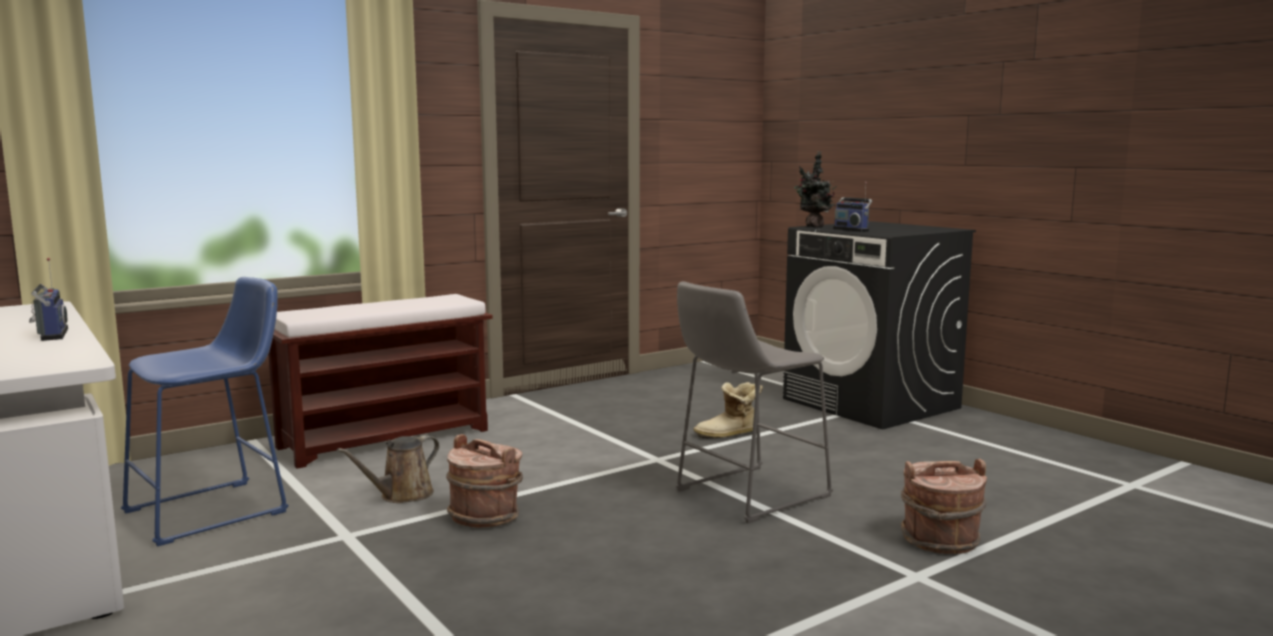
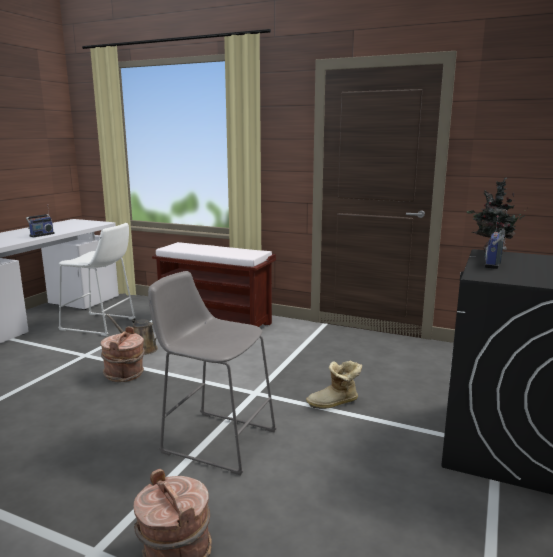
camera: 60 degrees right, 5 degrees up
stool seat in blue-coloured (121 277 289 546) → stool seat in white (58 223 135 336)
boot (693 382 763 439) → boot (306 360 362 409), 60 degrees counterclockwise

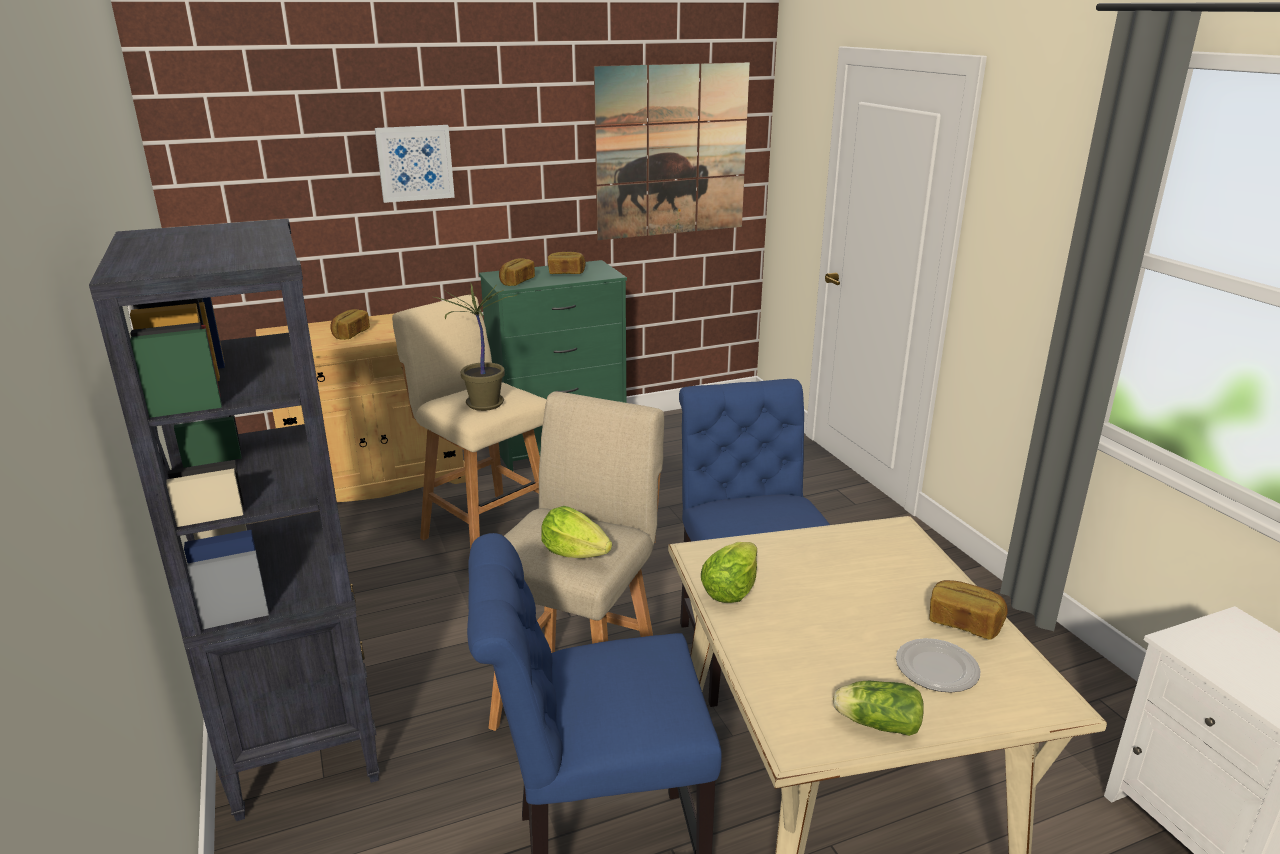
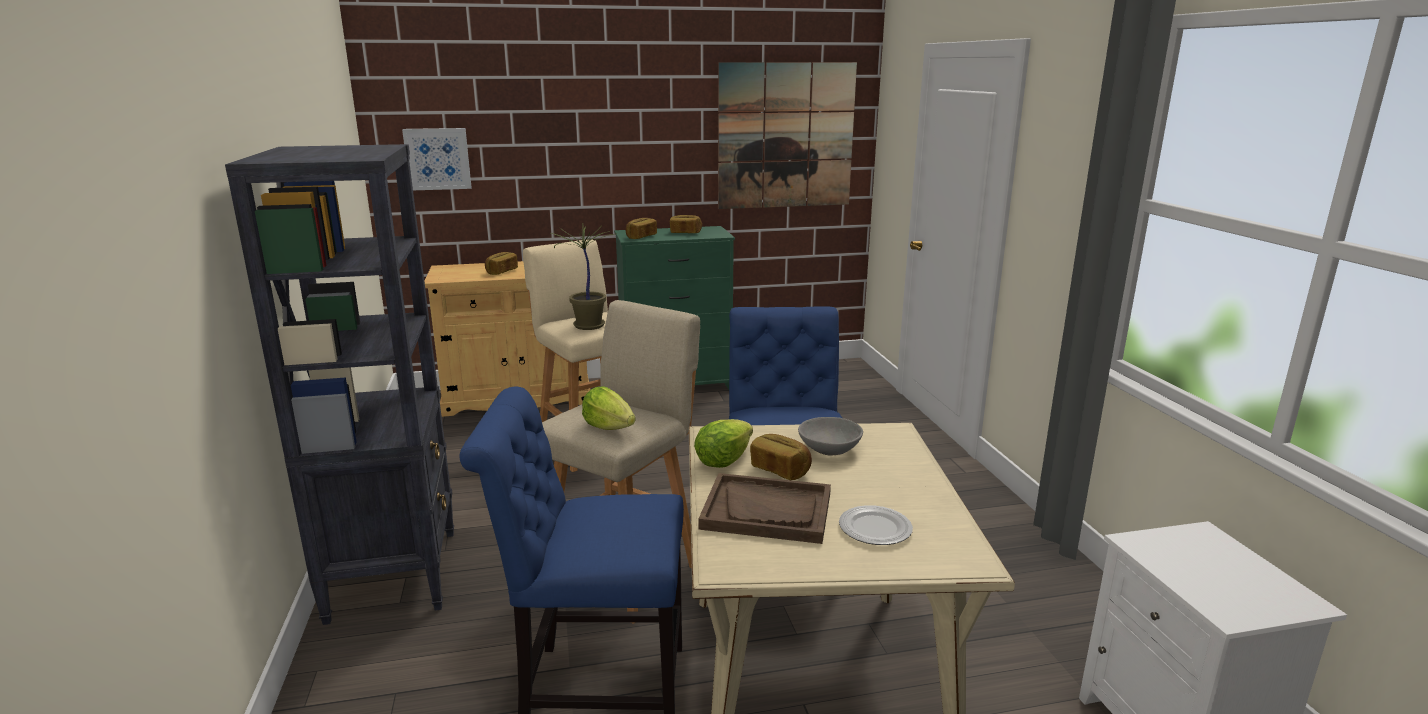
camera: 10 degrees right, 5 degrees down
lettuce head (833 681 923 736) → -
- → tray in brown-coloured (698 473 831 544)
- → bowl in greyish (798 417 863 456)
picture (375 125 455 203) → picture (402 128 472 190), move
bread (929 580 1008 640) → bread (750 434 812 480), move

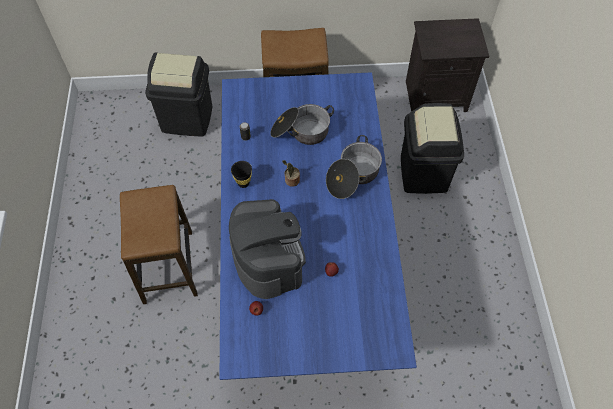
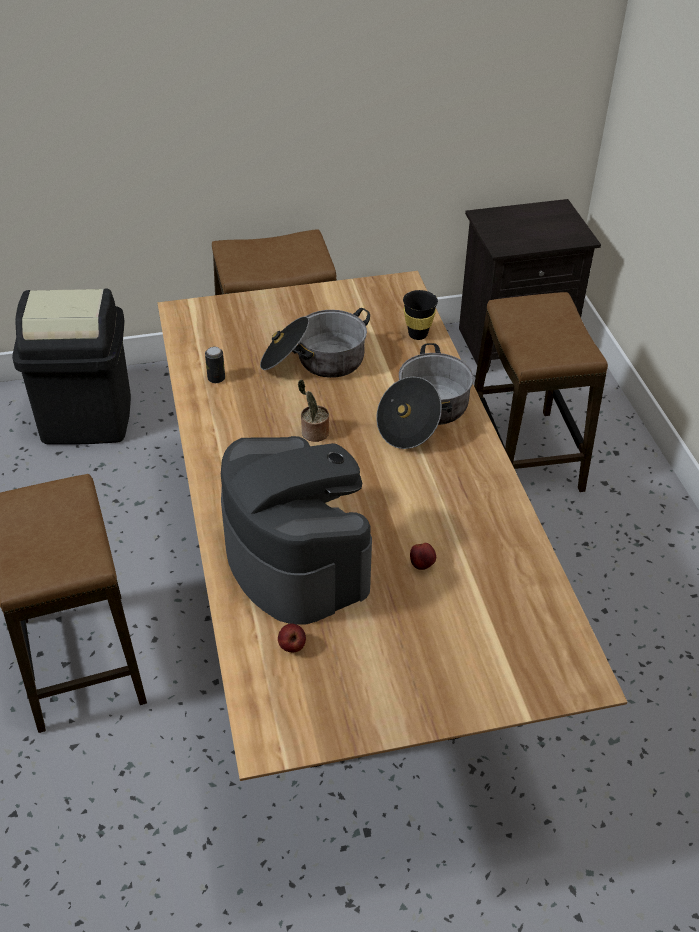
camera: 10 degrees left, 15 degrees down
small cup in black (231 161 252 188) → small cup in black (403 290 438 340), move
rubbish bin in black (401 103 464 194) → stool seat (474 292 608 492)
dinner table in blue-coloured (219 72 417 380) → dinner table in brown-coloured (158 271 627 781)

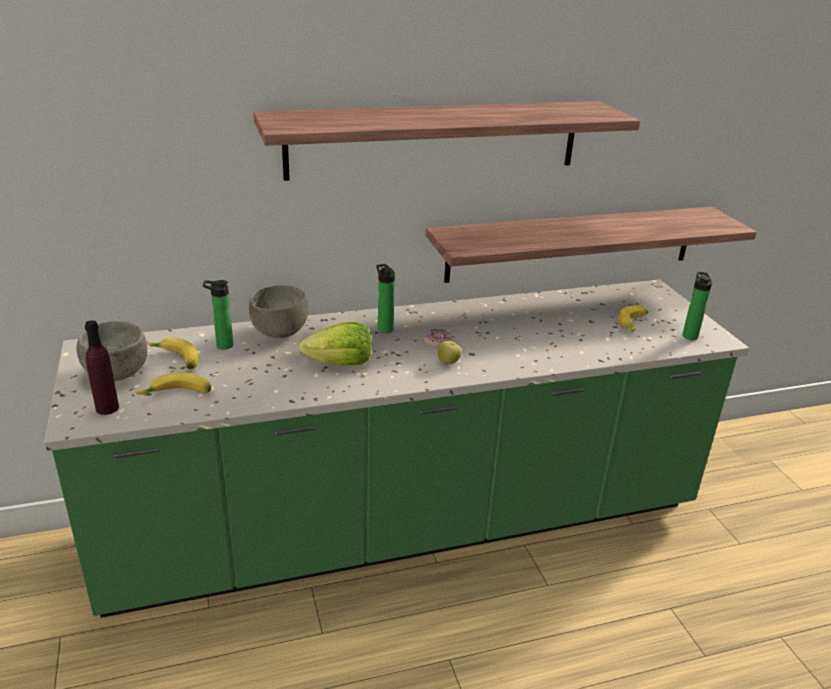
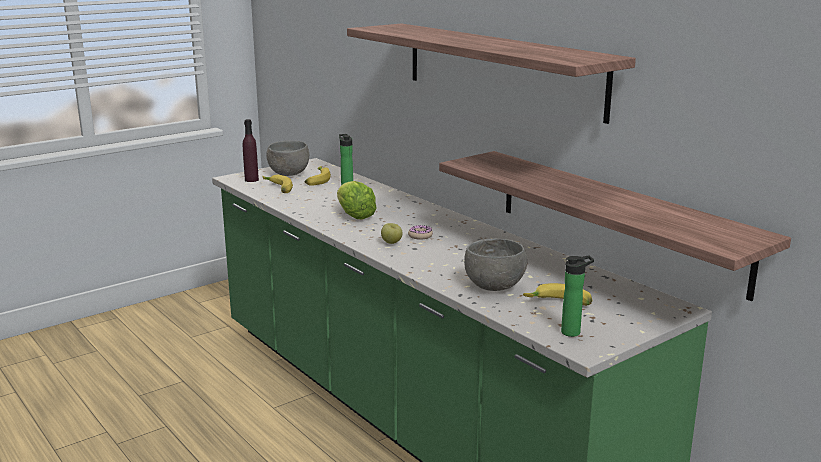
camera: 70 degrees right, 10 degrees down
bottle (376 264 395 333) → -
bowl in greyish (249 285 309 338) → bowl in greyish (464 239 527 291), move

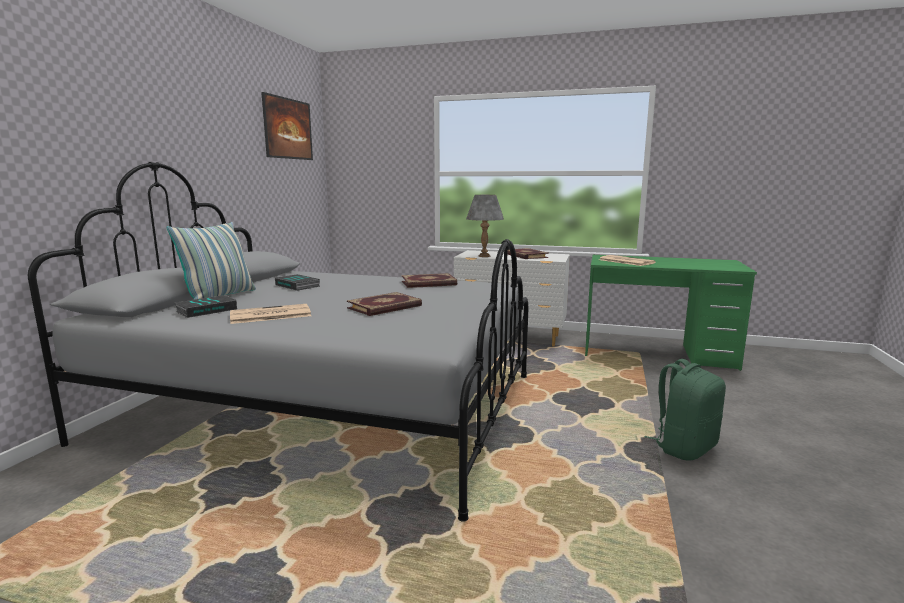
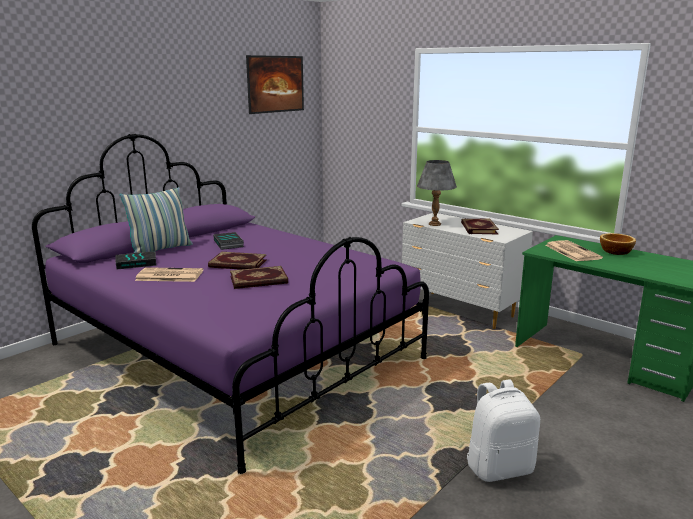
camera: 25 degrees right, 5 degrees up
- → bowl (600 233 636 255)
book (402 273 457 288) → book (208 252 267 270), move
bedroom bed in greyish (28 162 528 522) → bedroom bed in purplish (32 134 429 474)
knapsack in greenish (644 359 726 460) → knapsack in white (467 380 540 482)

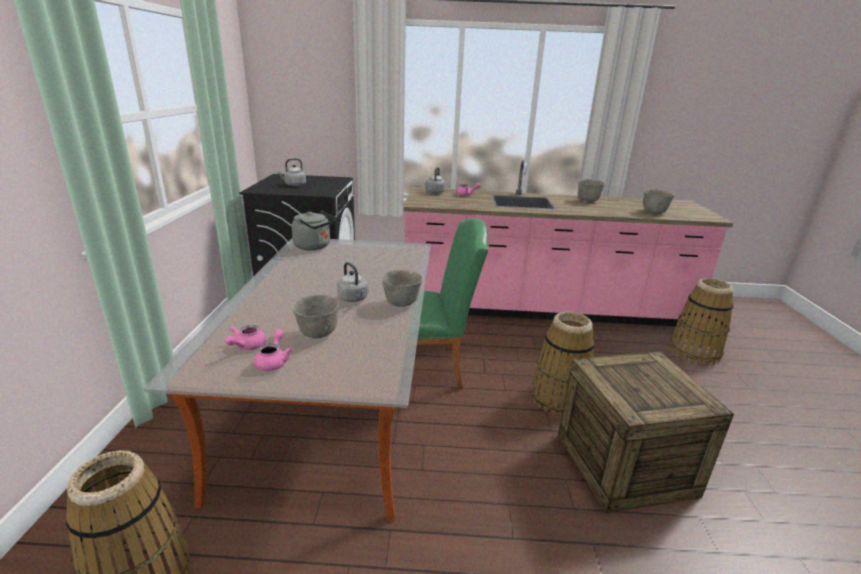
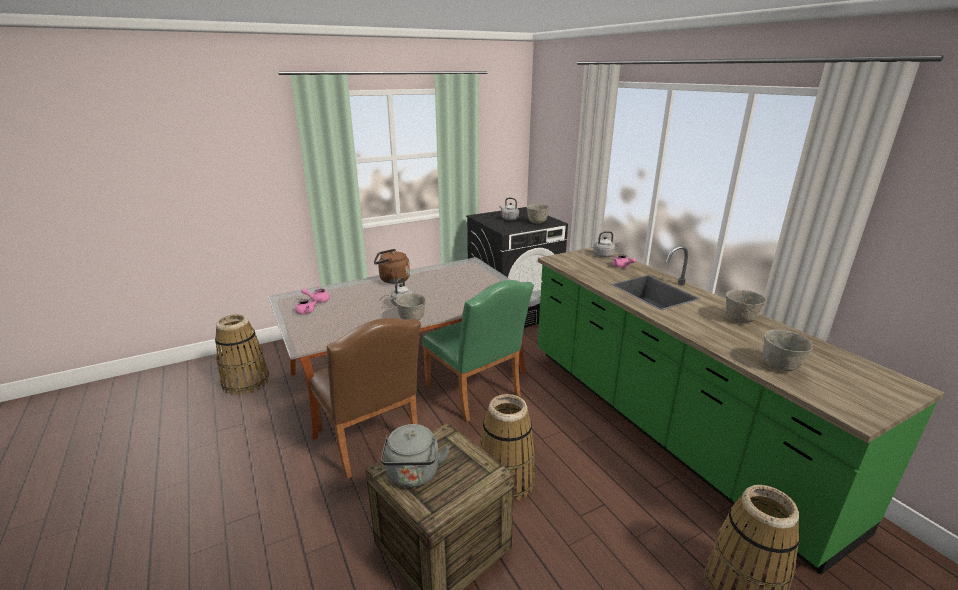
camera: 60 degrees right, 0 degrees up
- → chair in brown-coloured (309 318 421 479)
- → water kettle in brown-coloured (374 249 410 284)
water kettle in greyish (291 211 337 250) → water kettle in greyish (381 424 450 488), move
bowl in greyish (292 295 339 338) → bowl in greyish (526 204 550 224), move
counter in pink-coloured (404 160 733 327) → counter in greenish (538 246 944 575)

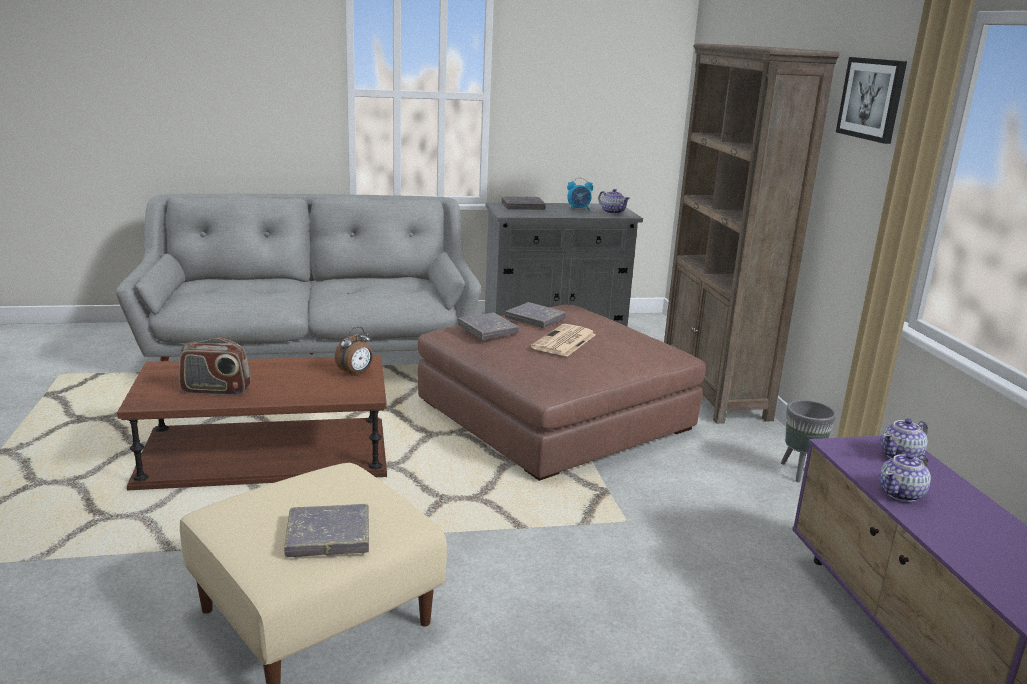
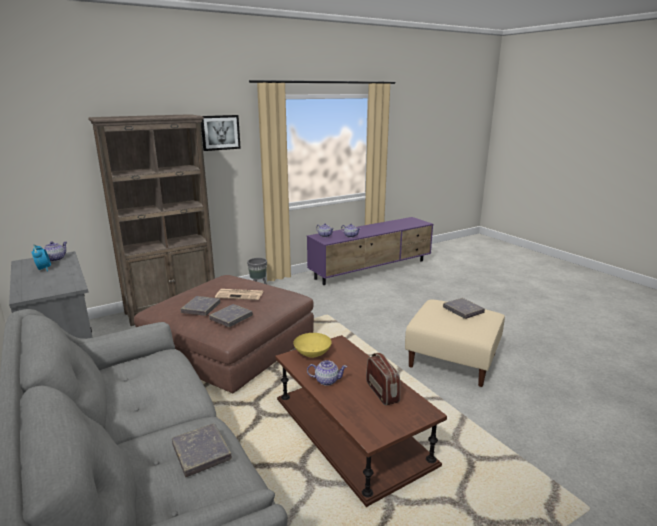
camera: 110 degrees left, 0 degrees up
- → pot for tea (307 360 347 386)
book in greyish (501 197 546 210) → book in greyish (172 423 232 477), move
bedside clock (335 327 373 376) → bowl in yellow-coloured (293 333 332 358)

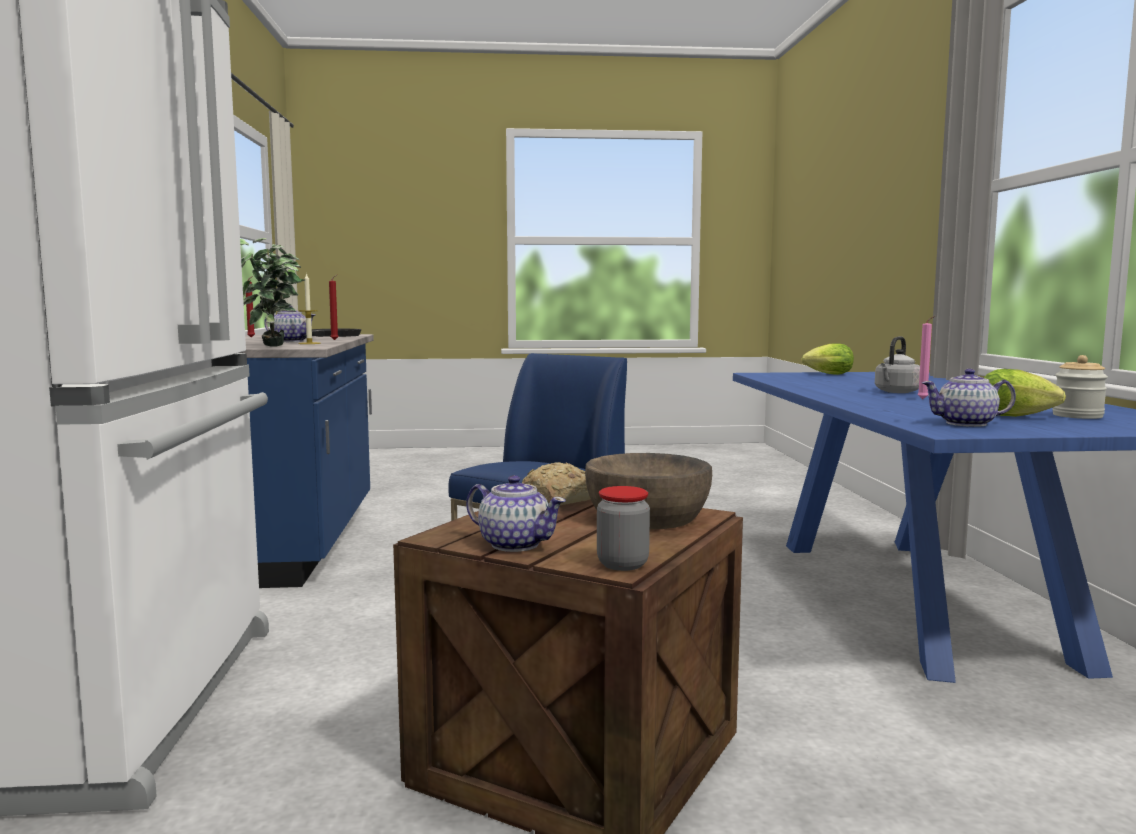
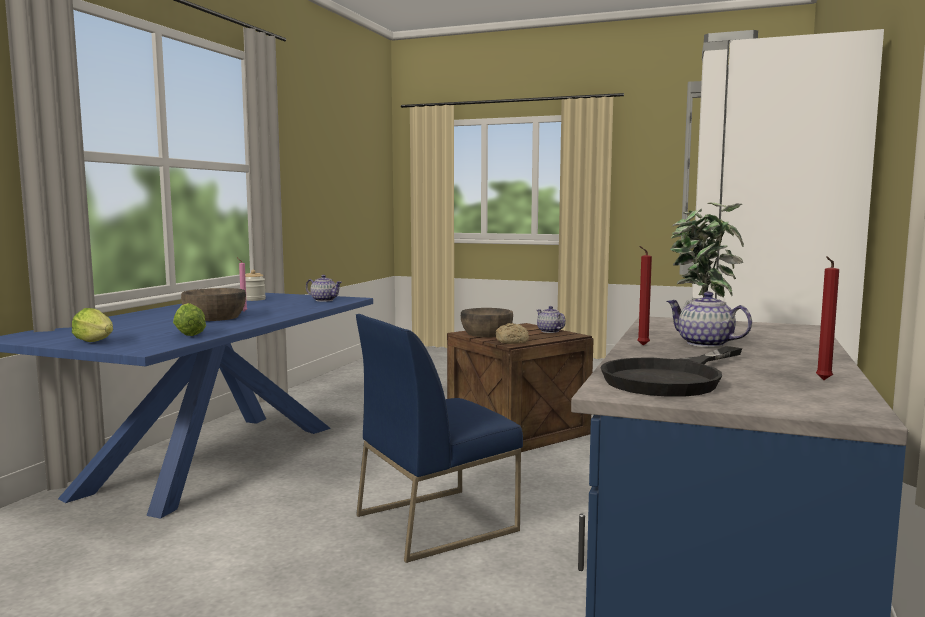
camera: 155 degrees left, 0 degrees up
wax light (298 273 321 344) → -
jar (597 486 650 571) → -
lettuce head (984 369 1066 417) → lettuce head (173 303 206 336), move
water kettle in greyish (875 336 920 393) → bowl in brown-coloured (181 288 246 321)

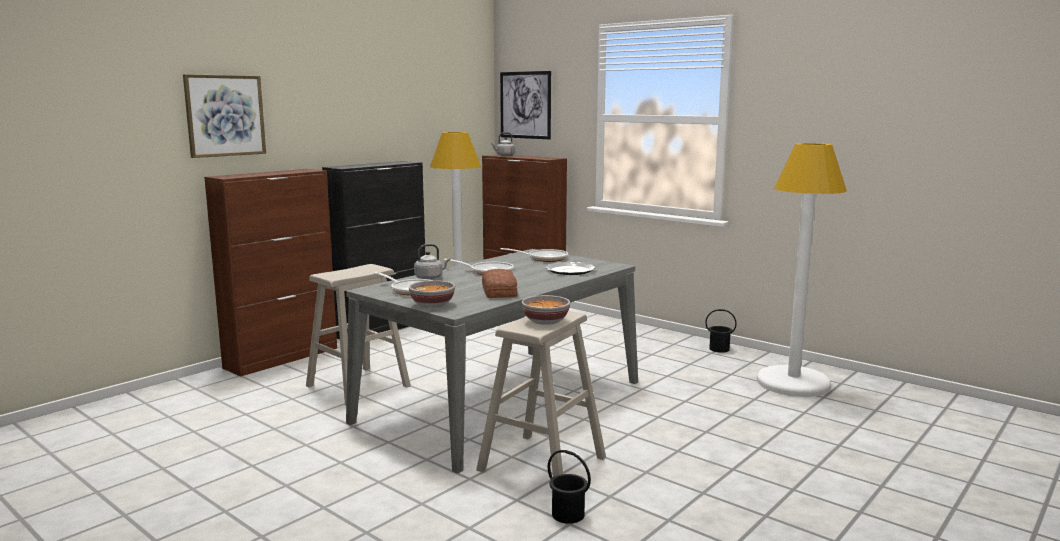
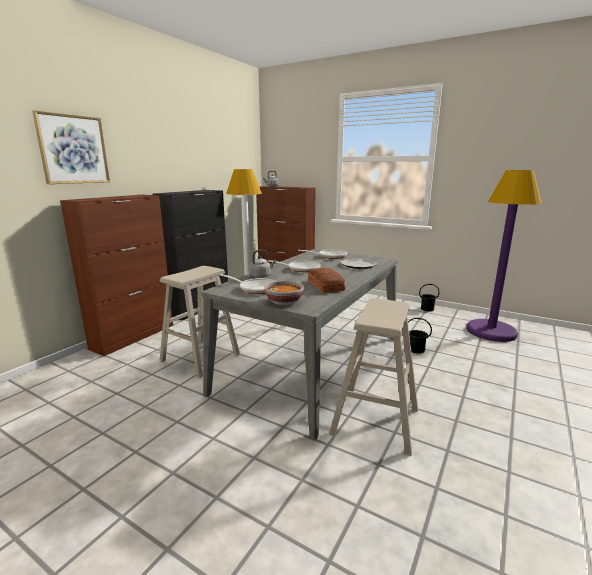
camera: 10 degrees left, 5 degrees up
picture (500 71 551 139) → -
bowl (522 295 570 325) → -
pail in black (548 450 591 524) → pail in black (408 318 432 353), move
floor lamp in white (757 143 847 397) → floor lamp in purplish (466 170 542 342)

